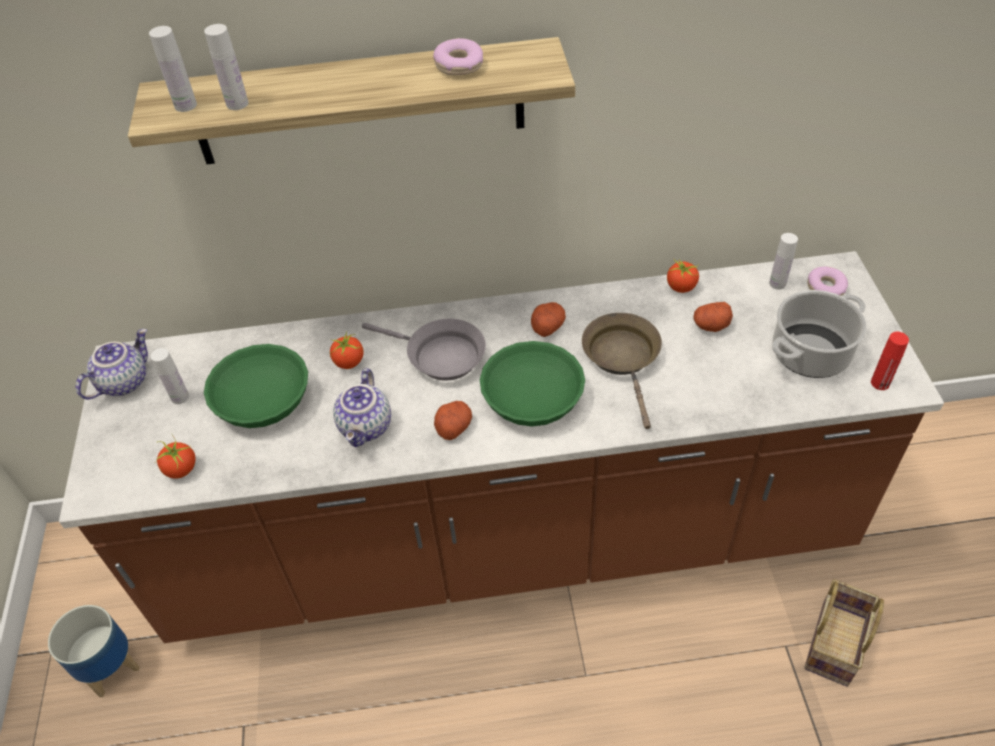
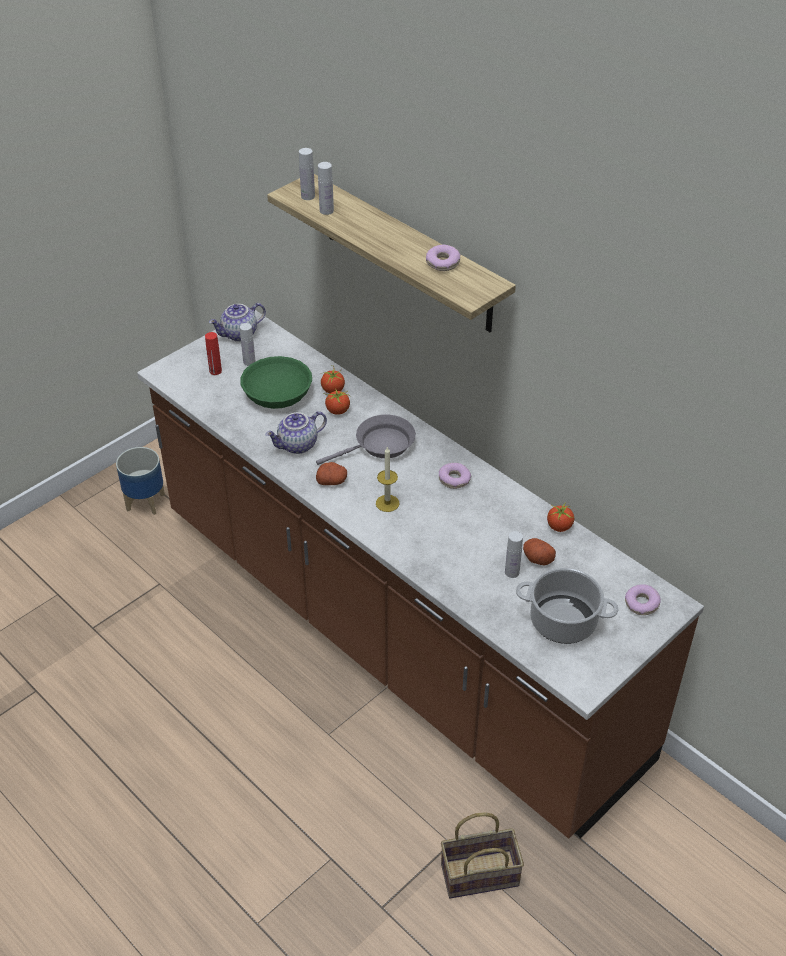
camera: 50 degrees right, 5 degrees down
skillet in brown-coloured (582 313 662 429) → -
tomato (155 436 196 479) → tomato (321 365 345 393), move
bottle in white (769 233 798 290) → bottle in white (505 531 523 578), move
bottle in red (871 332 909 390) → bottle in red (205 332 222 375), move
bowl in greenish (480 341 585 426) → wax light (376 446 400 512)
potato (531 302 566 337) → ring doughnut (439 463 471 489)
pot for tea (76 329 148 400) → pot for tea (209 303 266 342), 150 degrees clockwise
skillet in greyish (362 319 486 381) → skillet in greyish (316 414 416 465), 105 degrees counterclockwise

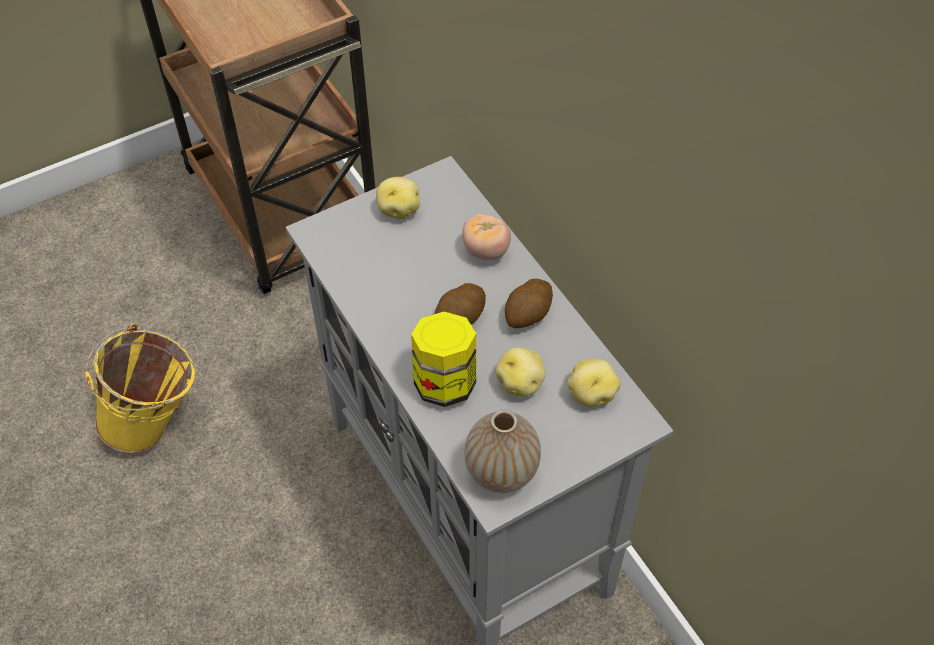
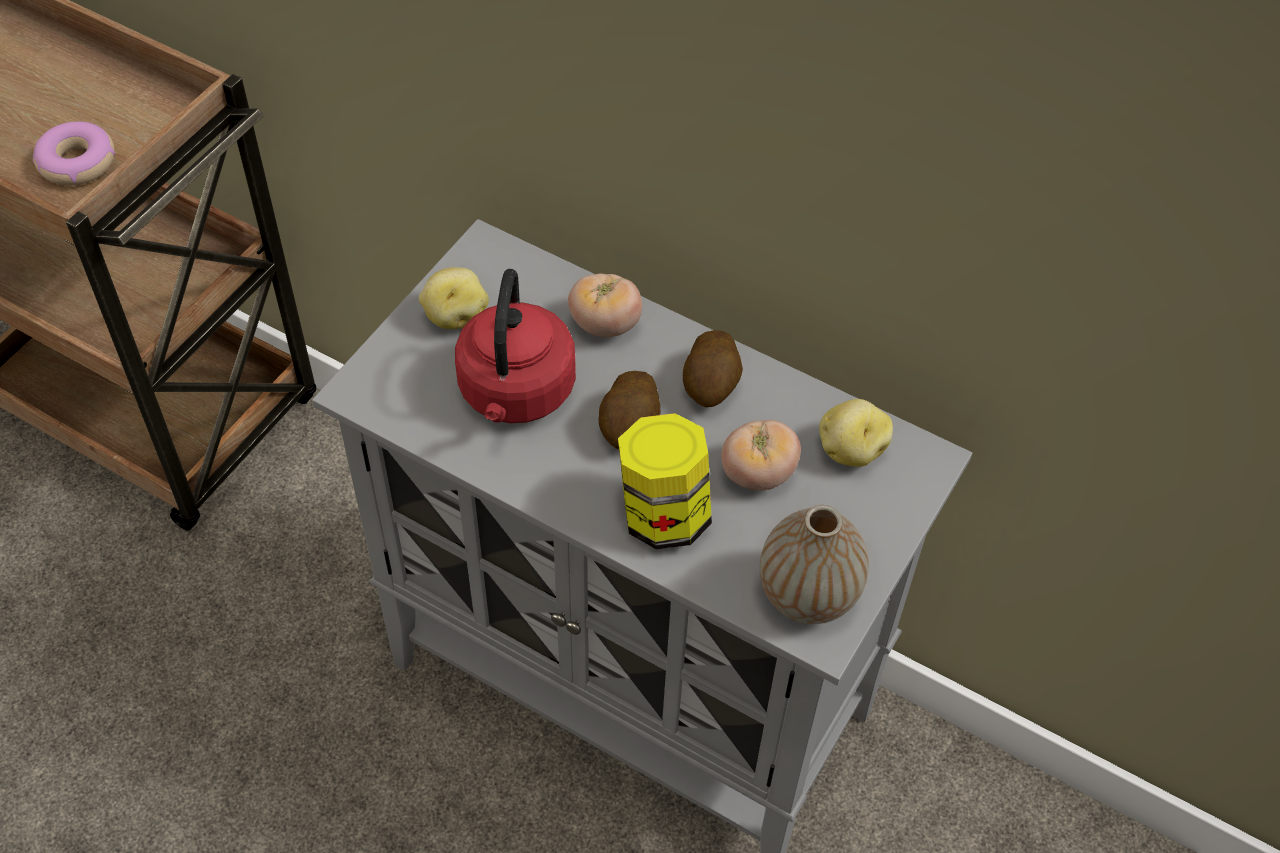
camera: 30 degrees left, 0 degrees up
pail in yellow-coloured (85 324 195 453) → -
- → ring doughnut (33 121 115 186)
- → water kettle in red (455 269 576 423)
potato (496 347 545 396) → tomato (721 420 801 490)

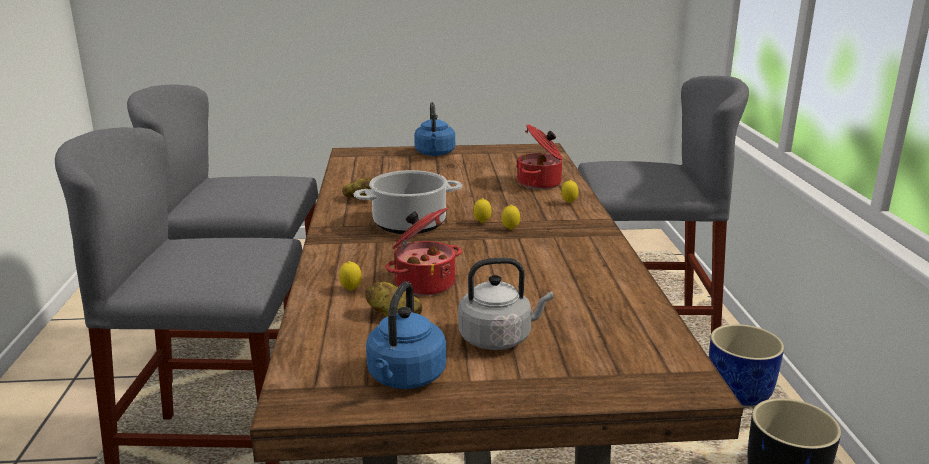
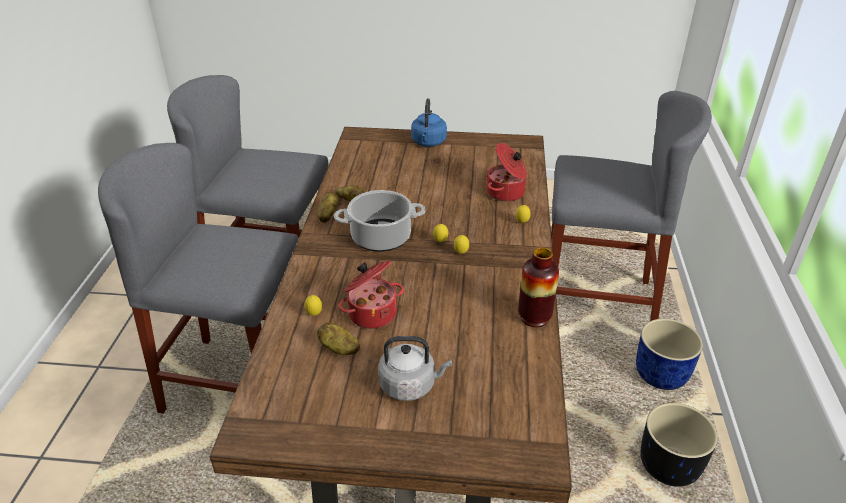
camera: 10 degrees right, 15 degrees up
water kettle in blue-coloured (366 281 446 389) → -
- → potato (318 192 338 222)
- → decorative vase (518 247 559 327)

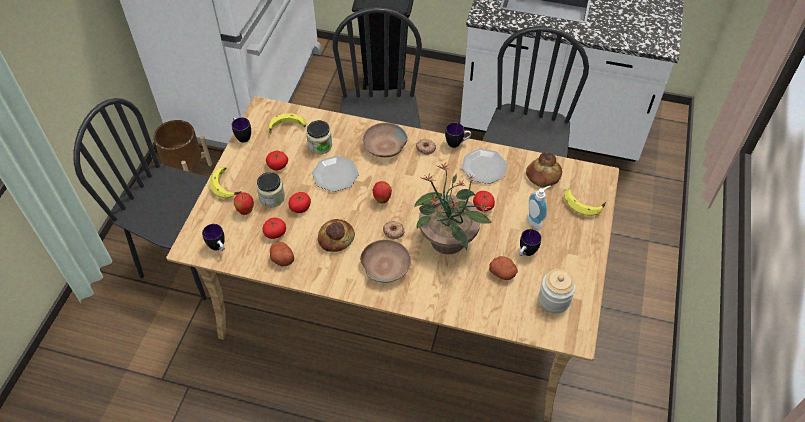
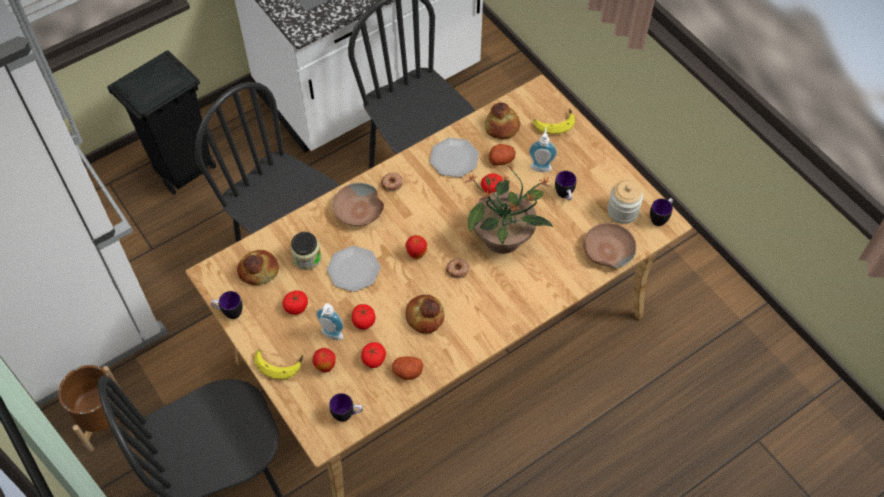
camera: 50 degrees left, 5 degrees up
bowl in brown-coloured (360 239 411 283) → bowl in brown-coloured (583 223 637 268), move
coffee mug (445 122 471 148) → coffee mug (650 198 673 226), move
potato (489 256 518 280) → potato (489 144 516 166), move
jar (256 172 285 208) → soap bottle (316 303 344 340)
banana (268 113 306 135) → bread (237 250 279 285)

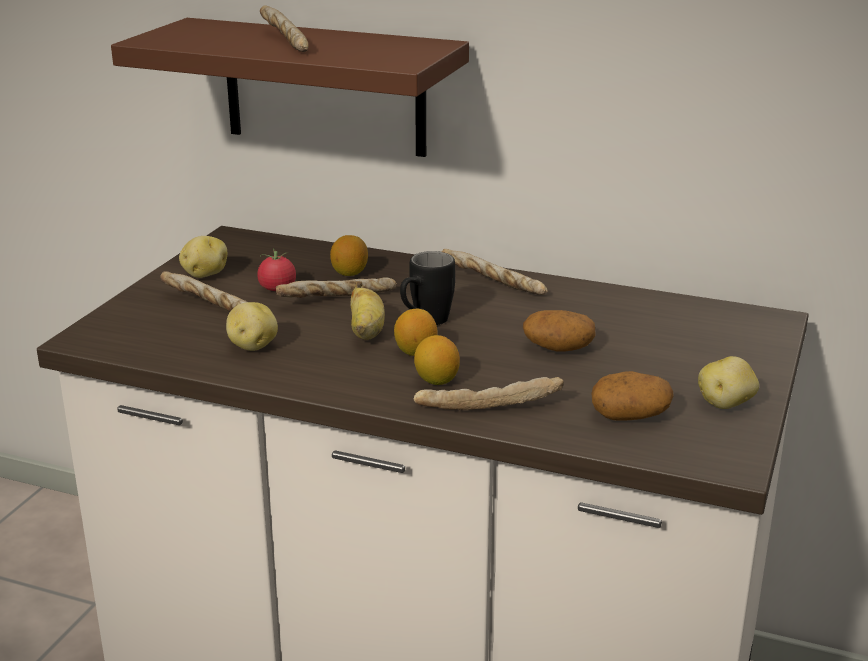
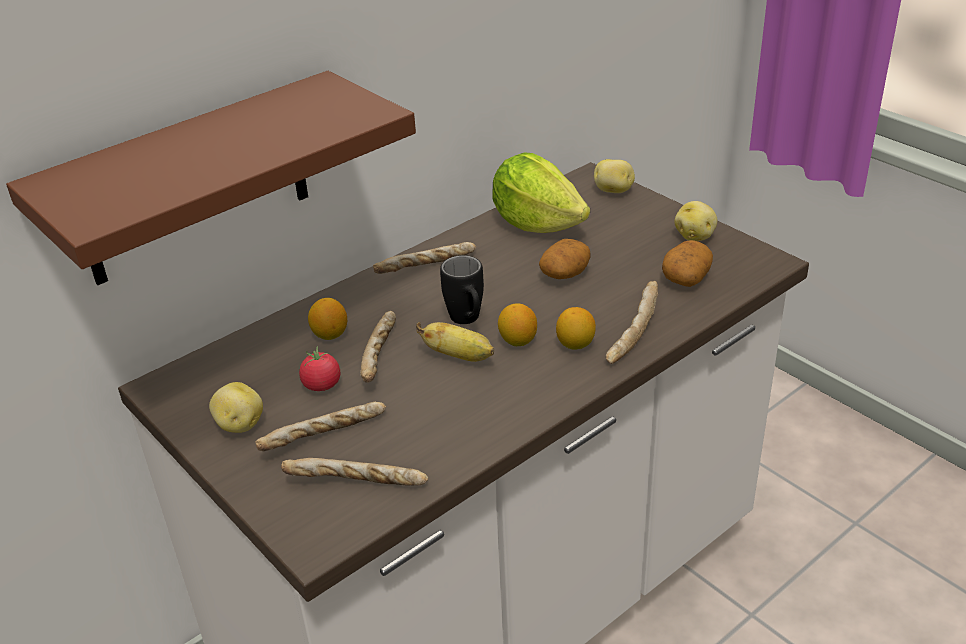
camera: 60 degrees left, 10 degrees up
- → lettuce head (492 152 590 233)
potato (226 302 278 351) → potato (594 159 635 193), move
bread (260 6 309 52) → bread (281 458 428 486), move

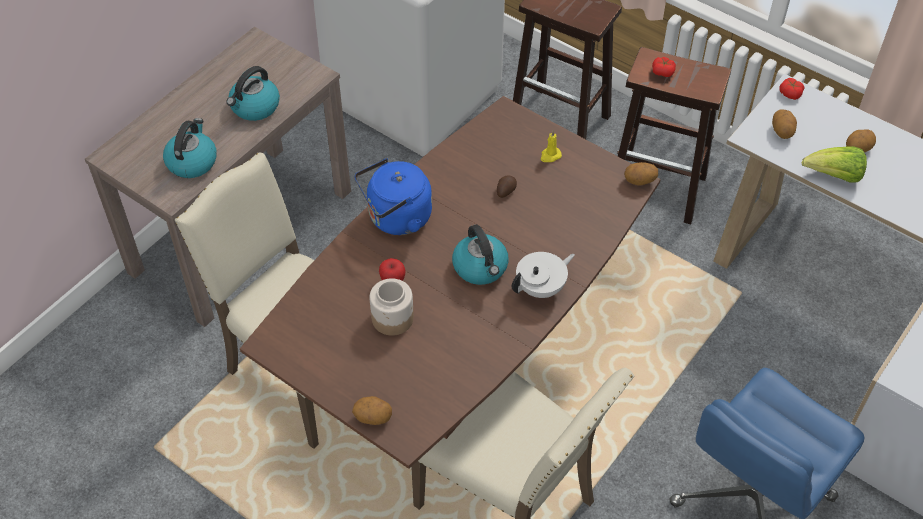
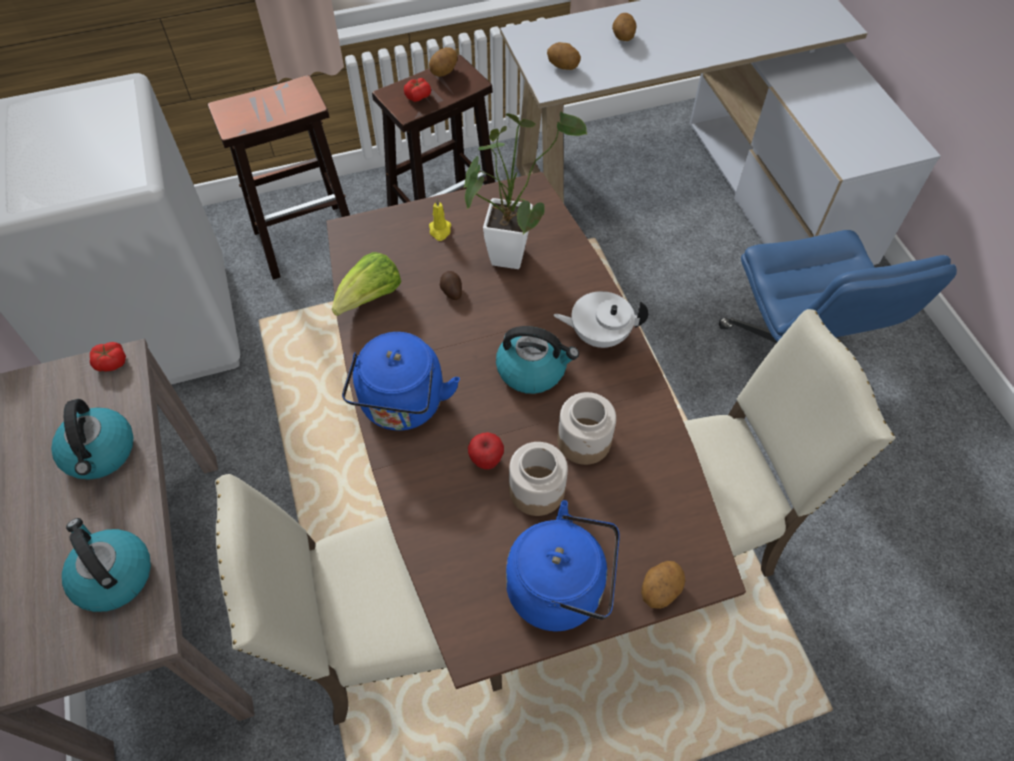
camera: 55 degrees left, 5 degrees up
- → houseplant (463 112 587 269)
- → water kettle in blue-coloured (506 500 620 631)
- → jar (557 392 616 465)
potato (624 162 658 186) → potato (429 47 458 77), move
tomato (779 78 805 100) → tomato (90 342 126 372), move
lettuce head (802 146 867 183) → lettuce head (332 252 401 316), move
pot for tea in white (512 252 575 298) → pot for tea in white (553 291 648 348), 90 degrees counterclockwise

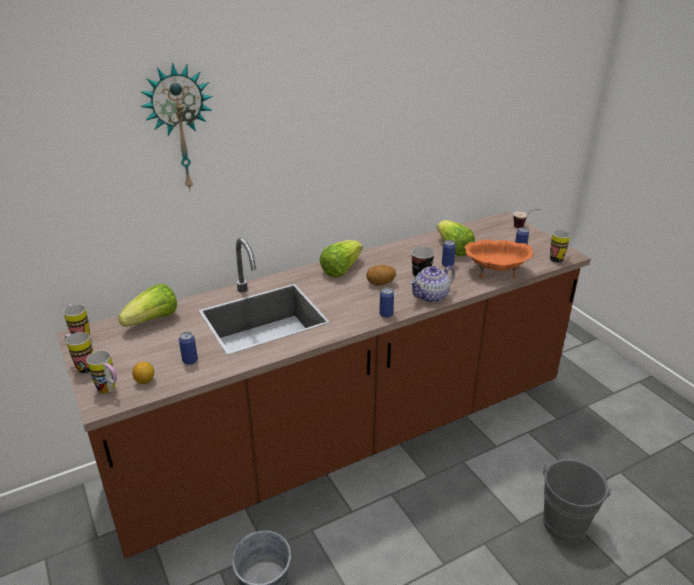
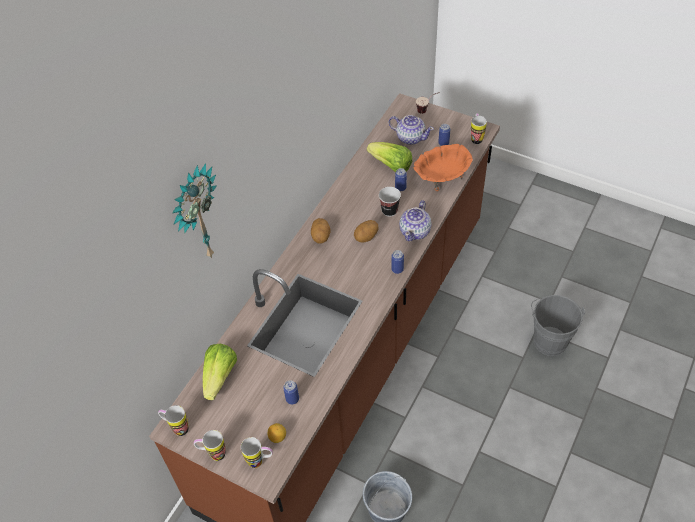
camera: 30 degrees left, 20 degrees up
- → pot for tea (389 115 434 145)
lettuce head (319 240 363 277) → potato (311 218 331 244)

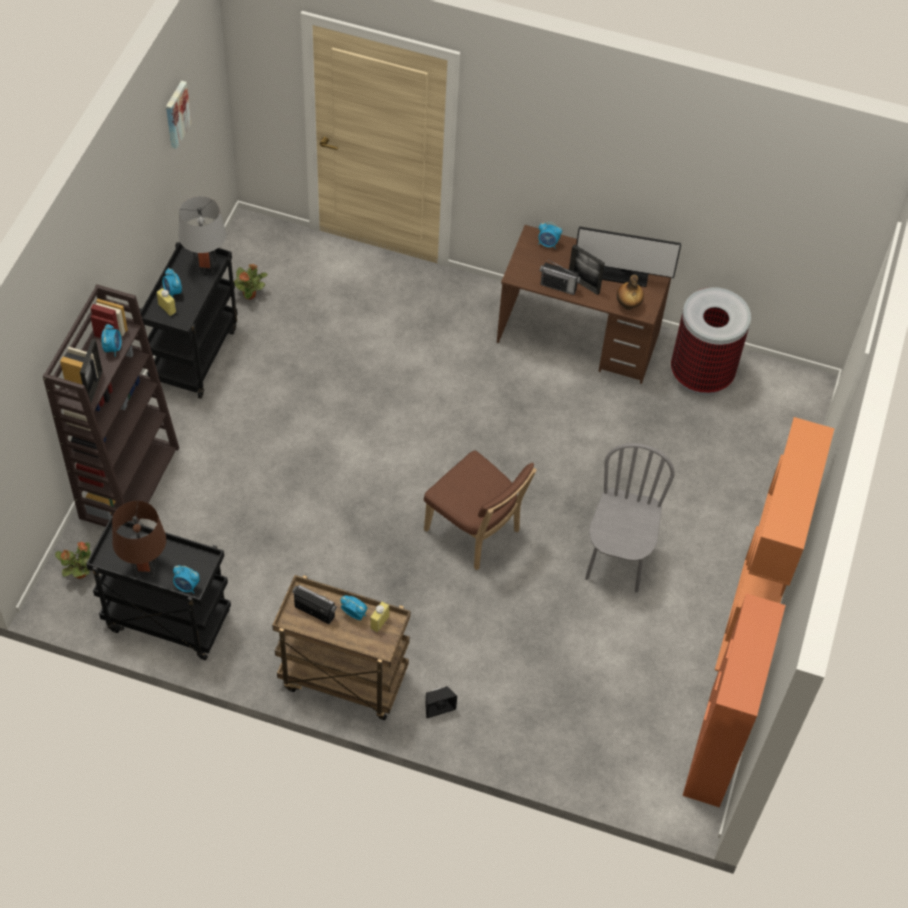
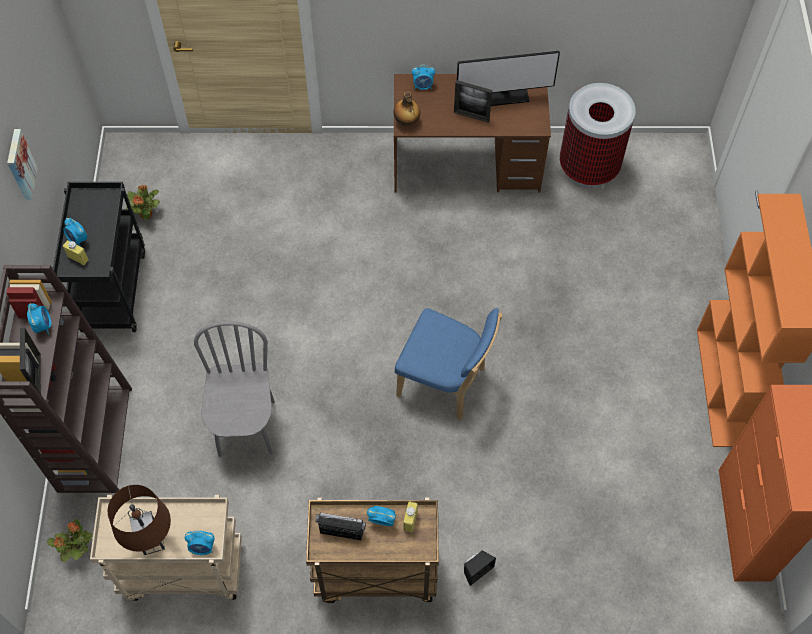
camera: 15 degrees left, 5 degrees up
lamp for a table in greyish (179 196 226 274) → -
radio receiver (540 261 581 295) → -
picture (166 81 192 149) → picture (7 129 38 200), move
chair in greyish (585 443 675 593) → chair in greyish (194 321 275 457), move
bottle (617 275 644 310) → bottle (393 91 420 126), move
cart in black (86 516 231 660) → cart in beige-coloured (90 495 242 601)
chair in brown-coloured (424 450 537 570) → chair in blue-coloured (395 308 502 420)

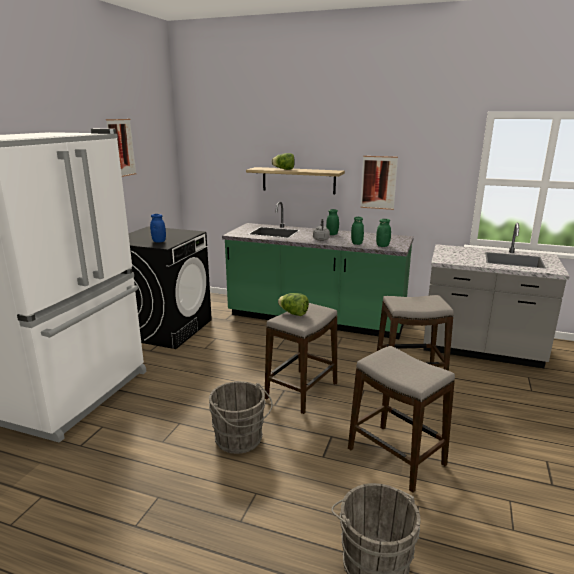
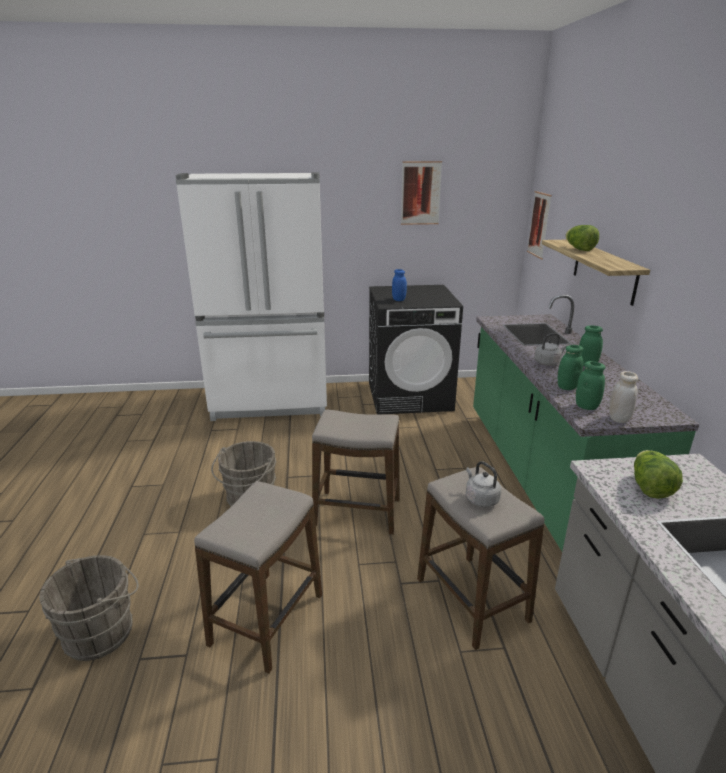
camera: 65 degrees right, 5 degrees up
- → water kettle in greyish (466 461 501 507)
- → jar in white (609 371 638 423)
lettuce head (278 293 309 316) → lettuce head (634 450 683 499), move
picture (361 156 398 210) → picture (527 191 552 260), move

